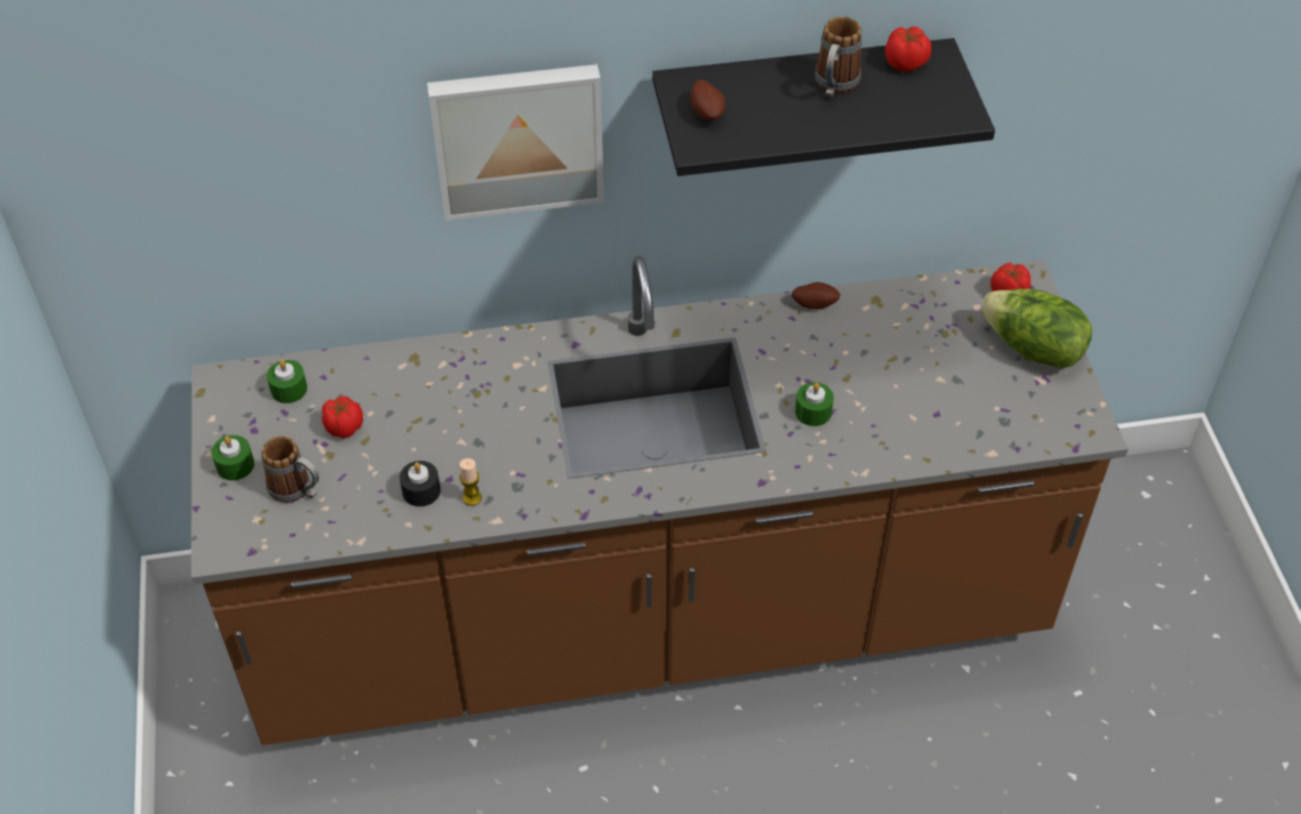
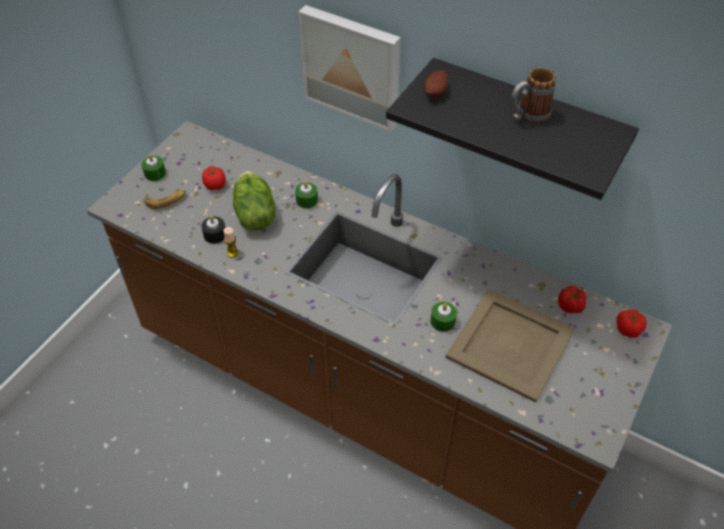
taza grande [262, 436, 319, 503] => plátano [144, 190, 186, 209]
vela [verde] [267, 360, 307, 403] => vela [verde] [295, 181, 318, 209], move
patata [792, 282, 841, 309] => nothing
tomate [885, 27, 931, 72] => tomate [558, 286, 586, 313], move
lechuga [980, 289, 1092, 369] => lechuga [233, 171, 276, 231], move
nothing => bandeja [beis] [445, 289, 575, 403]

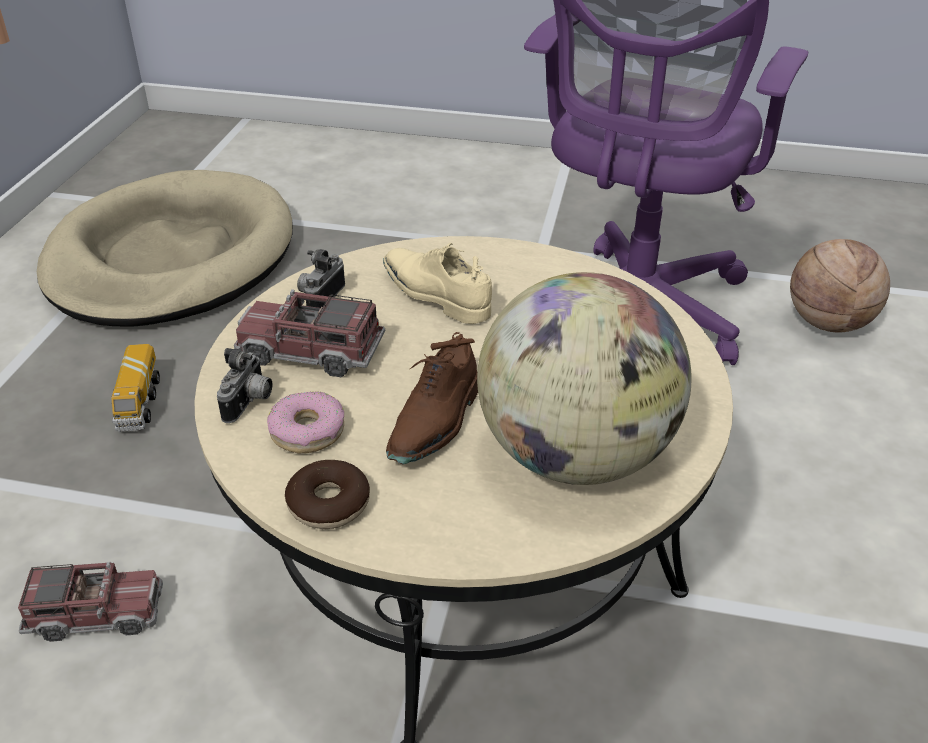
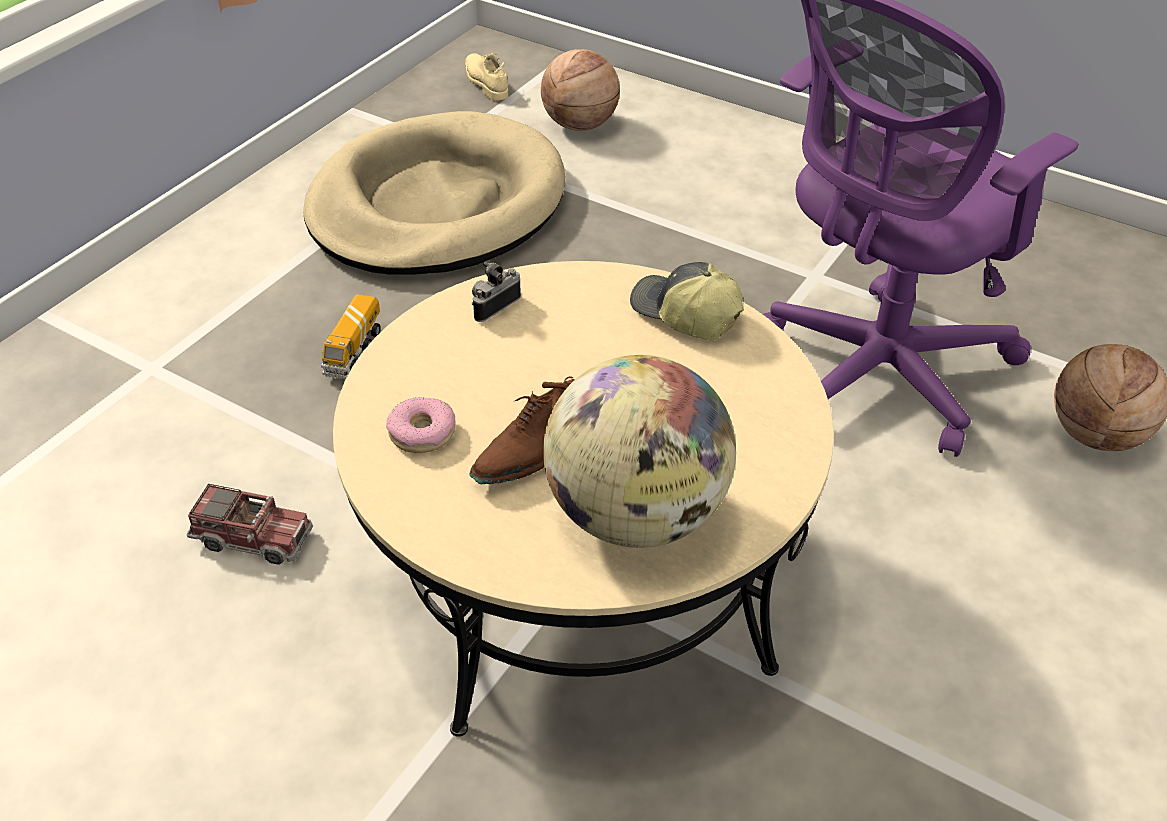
cámara [217, 348, 272, 423] => nothing
camión de juguete [234, 289, 385, 378] => nothing
rosquilla [285, 460, 370, 529] => nothing
zapato [beis] [383, 243, 492, 324] => zapato [beis] [465, 53, 508, 101], move
nothing => balón de baloncesto [541, 49, 620, 131]
nothing => gorra [630, 262, 744, 340]

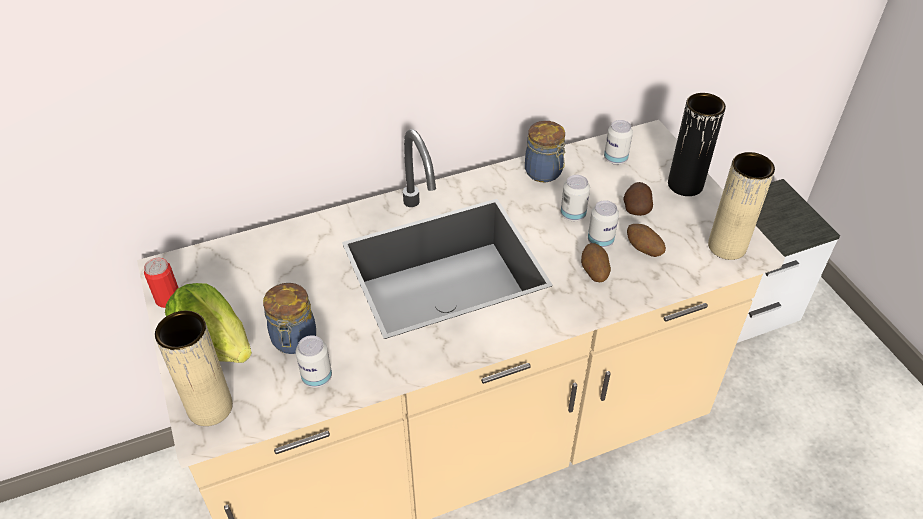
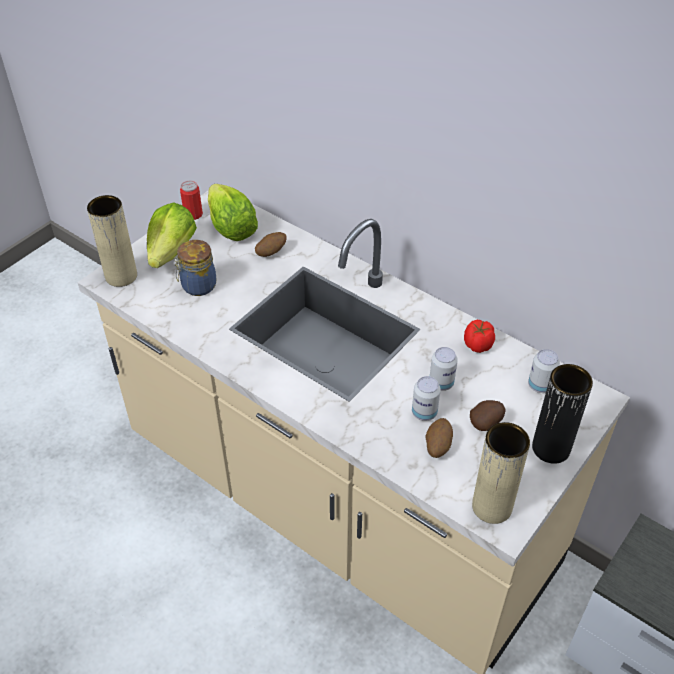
lata [296, 335, 332, 388] => nothing
tarro [525, 121, 566, 182] => tomate [464, 320, 495, 353]
patata [581, 243, 611, 282] => patata [255, 232, 286, 257], move
nothing => lechuga [208, 184, 258, 241]

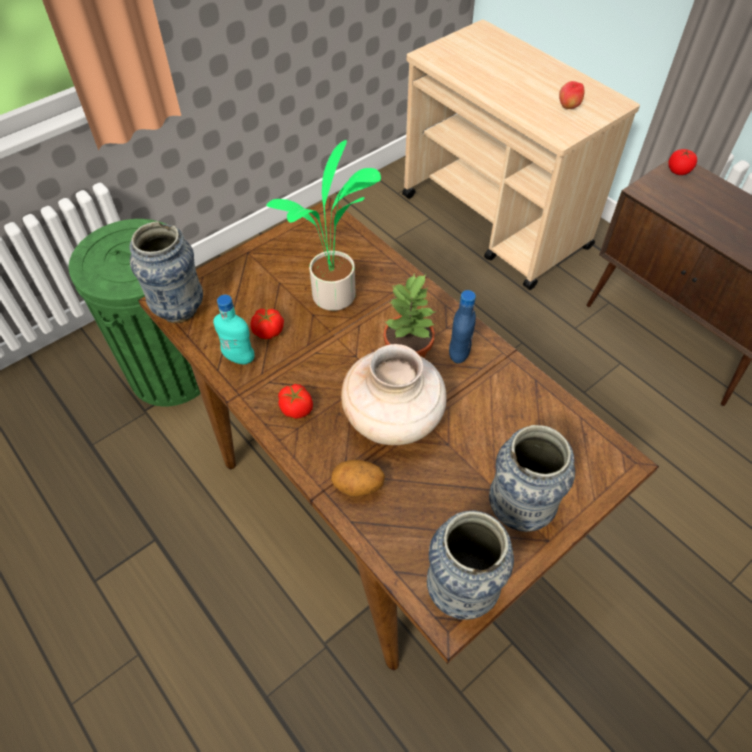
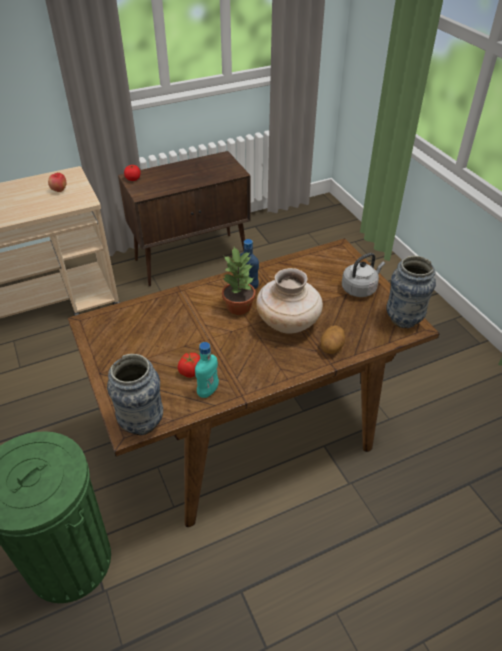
planta en maceta [266, 140, 381, 311] => nothing
tomate [278, 384, 313, 419] => nothing
florero [489, 425, 575, 532] => hervidor [gris] [342, 253, 385, 297]

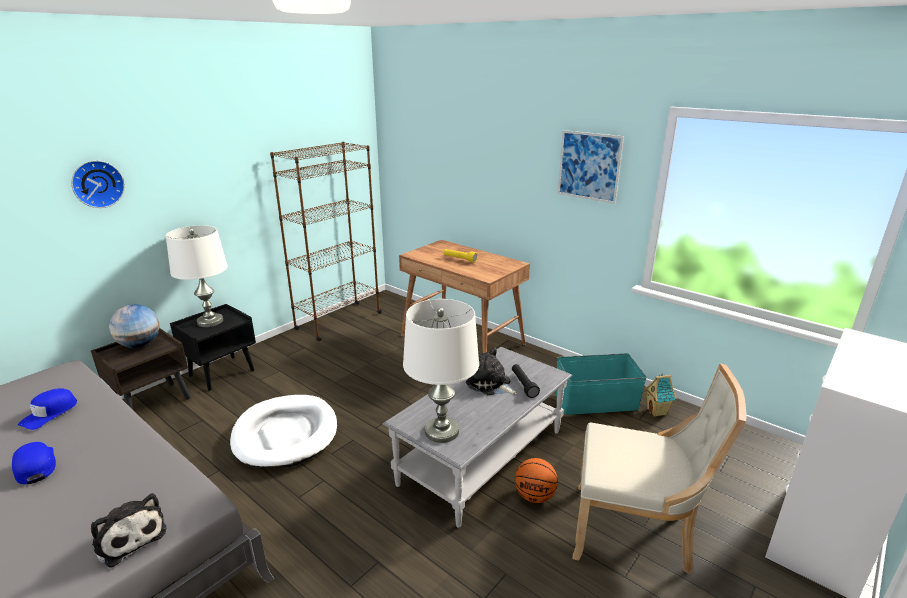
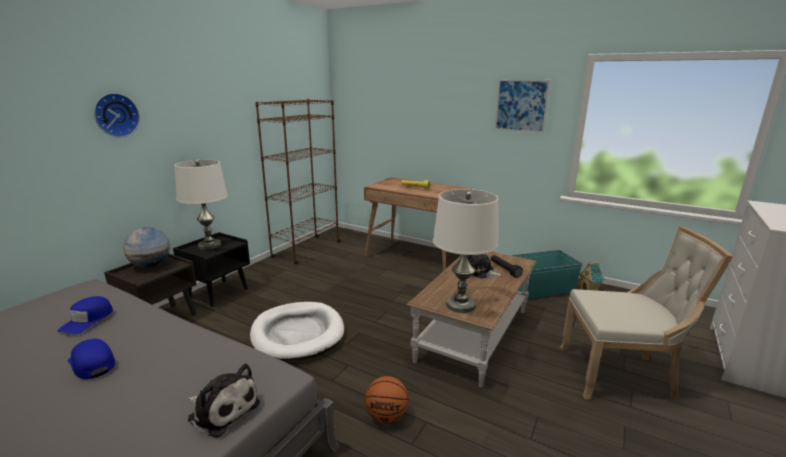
mesa de centro [gris] [382, 347, 573, 528] => mesa de centro [marrón] [406, 252, 536, 388]
balón de baloncesto [515, 458, 558, 503] => balón de baloncesto [365, 376, 409, 423], move

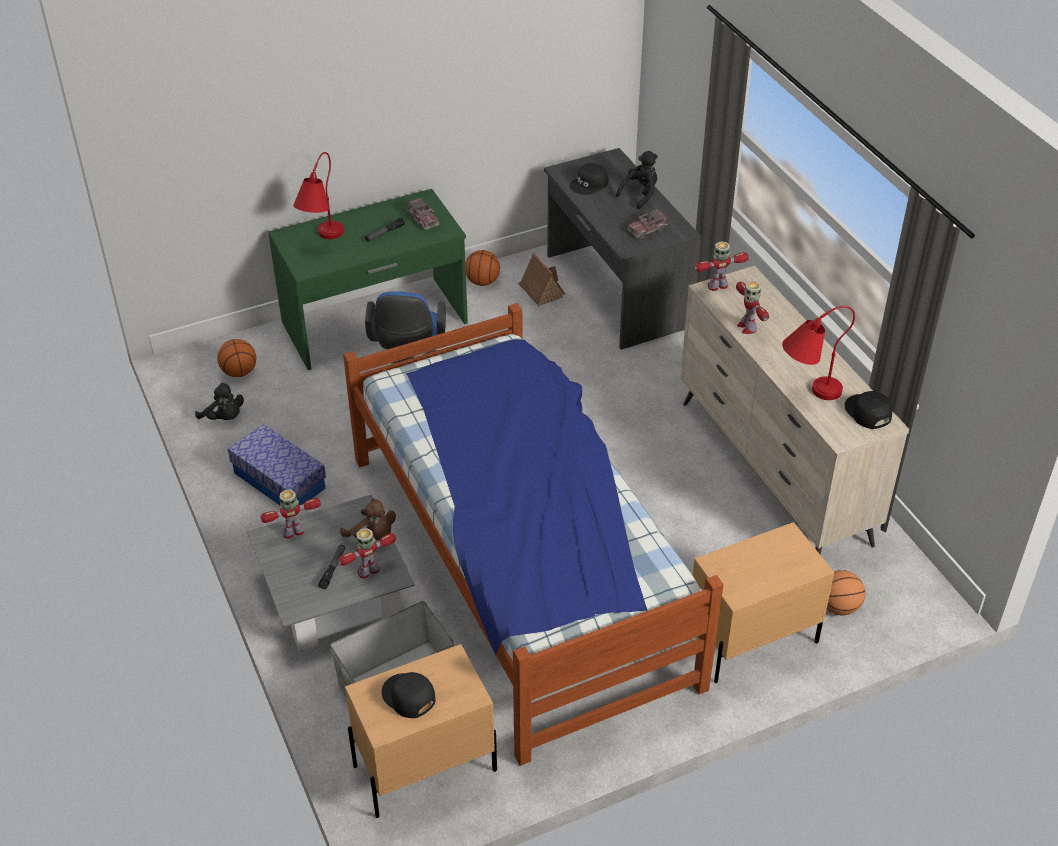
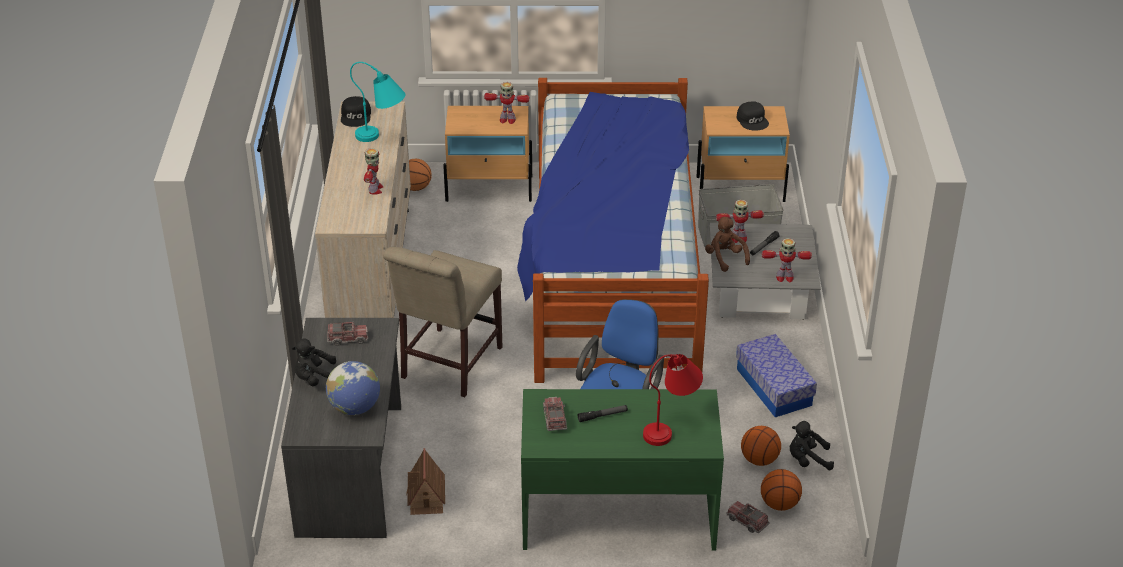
peluche [negro] [195, 382, 244, 420] => peluche [negro] [790, 421, 834, 470], 60 degrees counterclockwise
balón de baloncesto [465, 250, 500, 286] => balón de baloncesto [741, 426, 781, 466], move
gorra [negro] [569, 163, 608, 195] => globo terráqueo [326, 361, 380, 415]
robot de juguete [695, 242, 749, 291] => robot de juguete [484, 82, 530, 124], move
lámpara de mesa [rojo] [782, 306, 855, 400] => lámpara de mesa [turquesa] [350, 62, 406, 142]
nothing => silla [beis] [383, 247, 502, 397]
nothing => camión de juguete [726, 501, 770, 533]

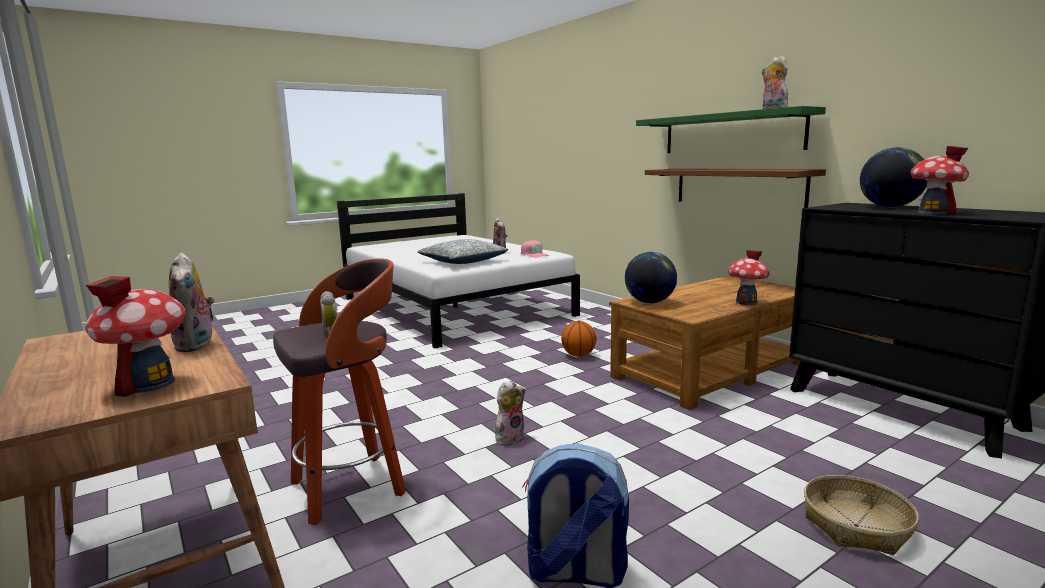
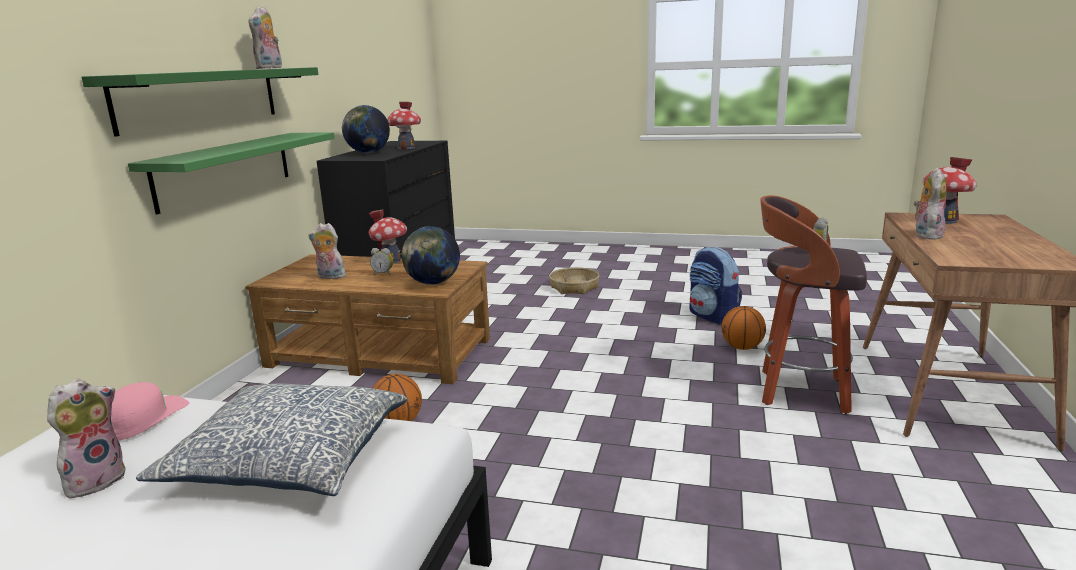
peluche [495, 380, 526, 446] => peluche [308, 223, 346, 279], move
estante [marrón] [645, 169, 826, 208] => estante [verde] [128, 132, 335, 214]
nothing => despertador [370, 248, 393, 275]
nothing => balón de baloncesto [721, 306, 766, 350]

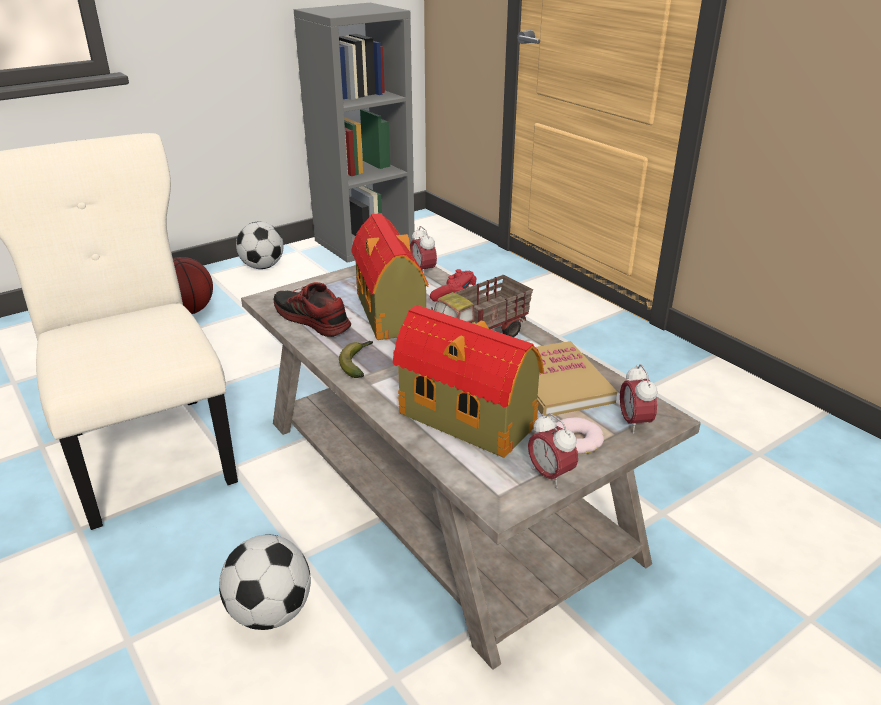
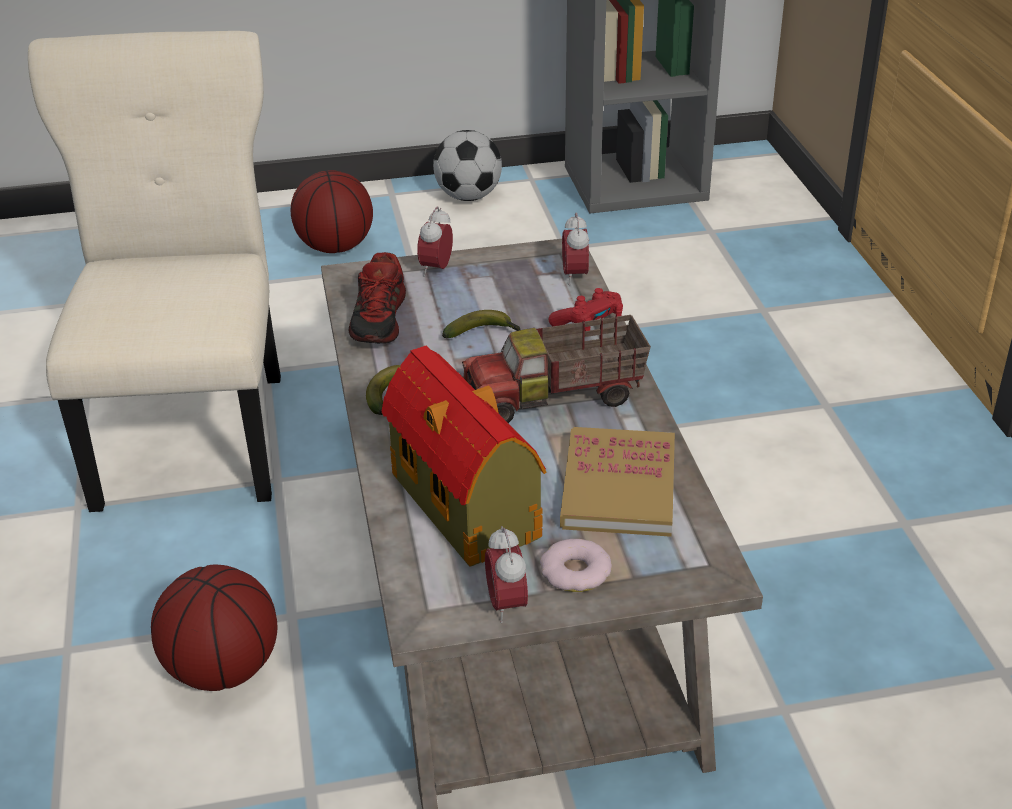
balón de fútbol [219, 535, 311, 630] => balón de baloncesto [151, 565, 277, 691]
zapato [274, 282, 351, 337] => zapato [348, 252, 406, 343], 150 degrees counterclockwise
casita [351, 213, 429, 340] => plátano [442, 310, 521, 338]
despertador [620, 364, 658, 434] => despertador [417, 206, 453, 277], move

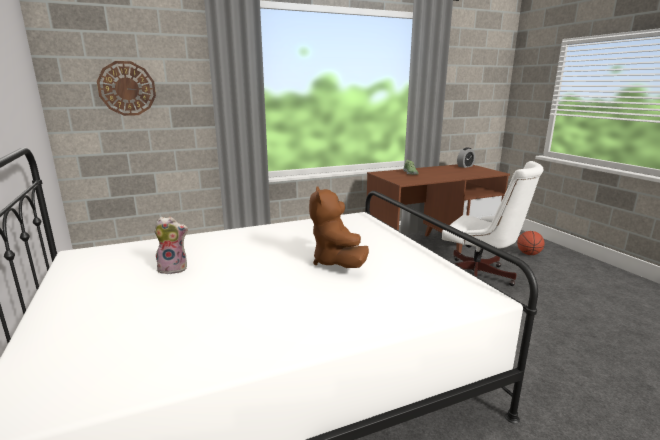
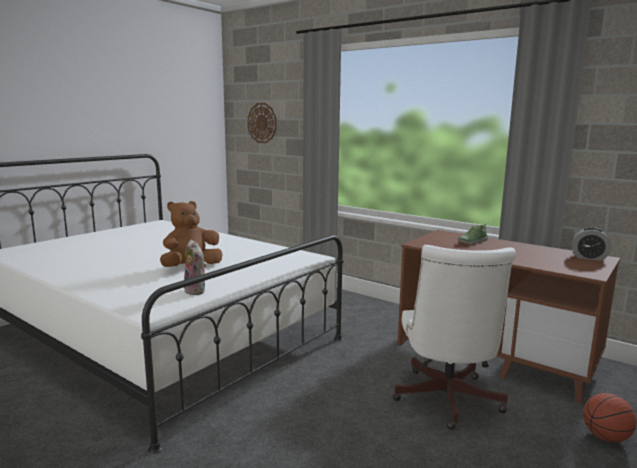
peluche [154, 217, 188, 274] => peluche [184, 240, 207, 295], move

